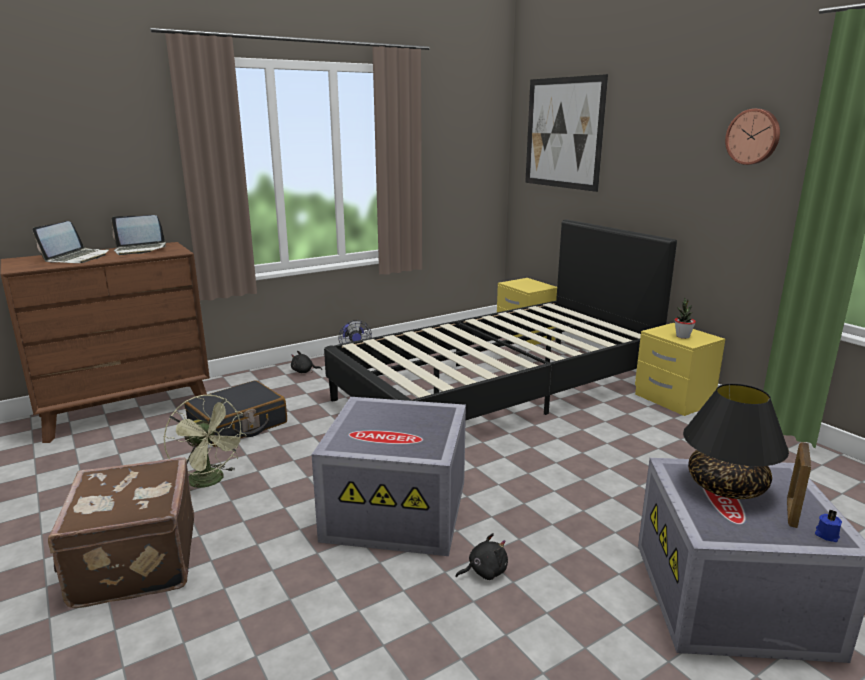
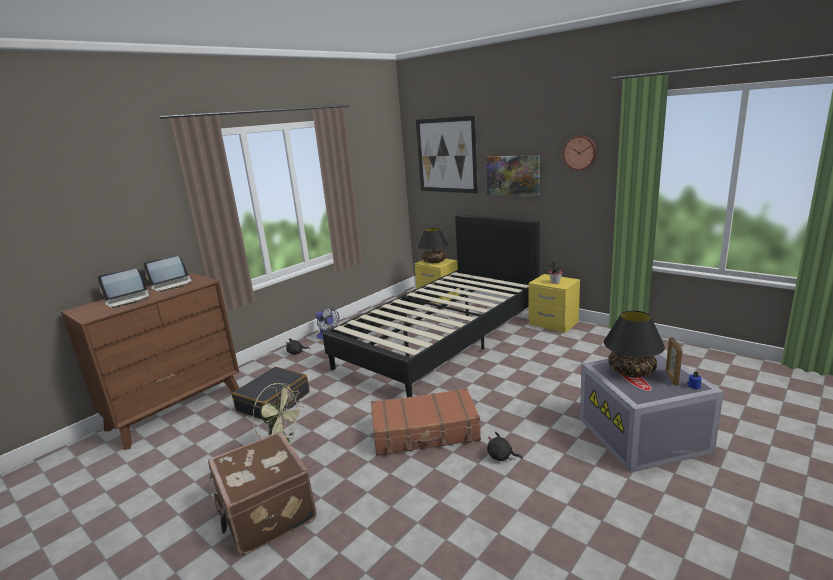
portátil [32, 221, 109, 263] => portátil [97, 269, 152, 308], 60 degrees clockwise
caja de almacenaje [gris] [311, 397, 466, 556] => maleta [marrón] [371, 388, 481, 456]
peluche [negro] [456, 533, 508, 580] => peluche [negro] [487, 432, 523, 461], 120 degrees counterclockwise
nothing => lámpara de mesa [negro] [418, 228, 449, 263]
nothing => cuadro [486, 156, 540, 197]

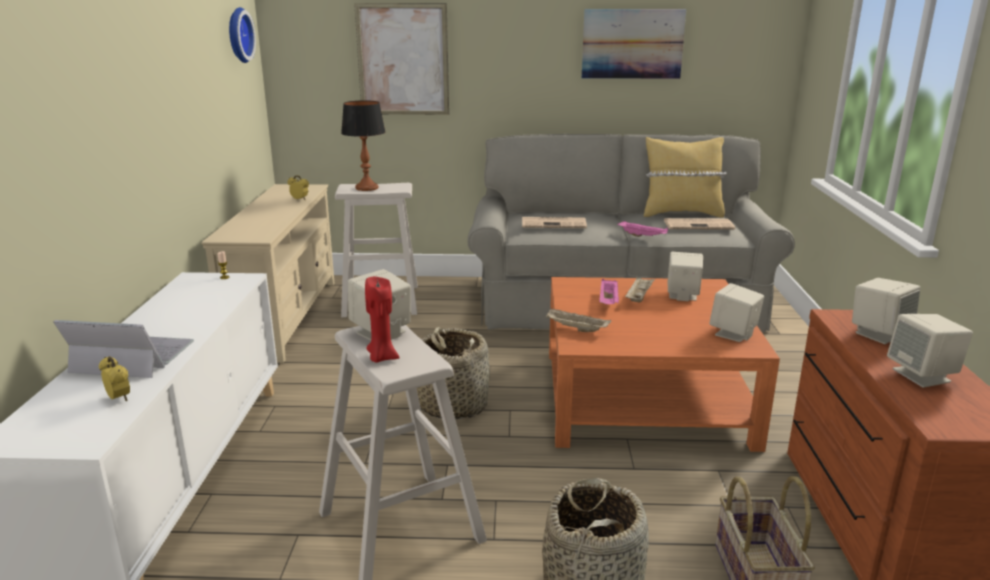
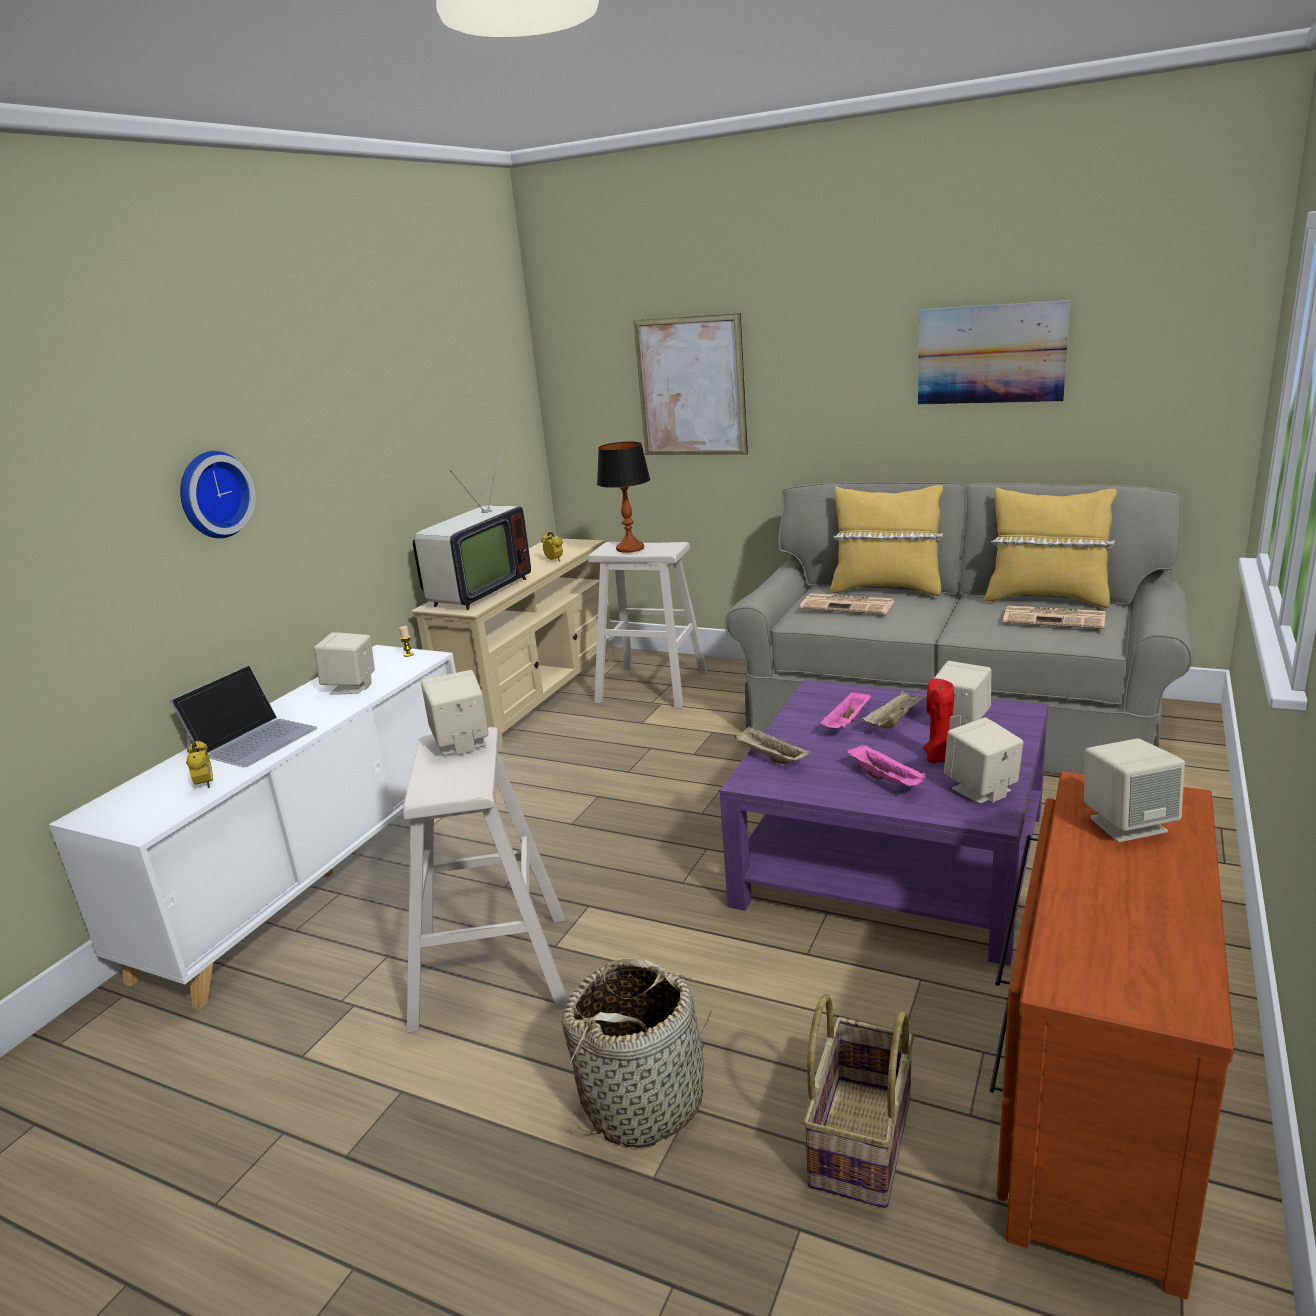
portátil [53, 320, 194, 378] => portátil [170, 665, 317, 767], 90 degrees clockwise
reloj de pared [229, 7, 256, 63] => reloj de pared [180, 451, 255, 538], move
vela [rojo] [365, 277, 400, 362] => vela [rojo] [923, 679, 954, 763], move
cesta [417, 327, 489, 420] => nothing
mesa de centro [naranja] [549, 277, 780, 452] => mesa de centro [morado] [720, 680, 1048, 966]
bandeja [rosa] [618, 221, 668, 237] => bandeja [rosa] [847, 744, 927, 786], move
altavoz [beis] [887, 314, 973, 388] => altavoz [beis] [314, 632, 375, 695], move
nothing => televisor [413, 450, 531, 610]
nothing => cojín [amarillo] [830, 485, 943, 596]

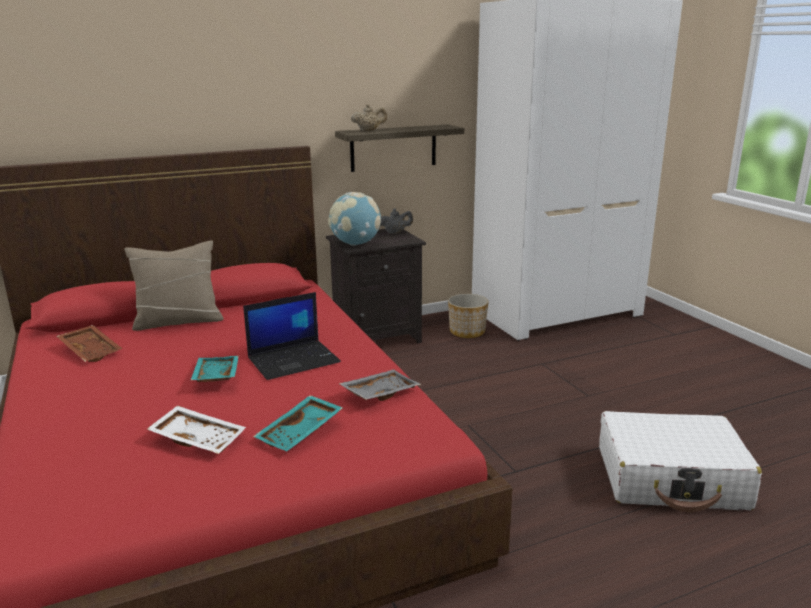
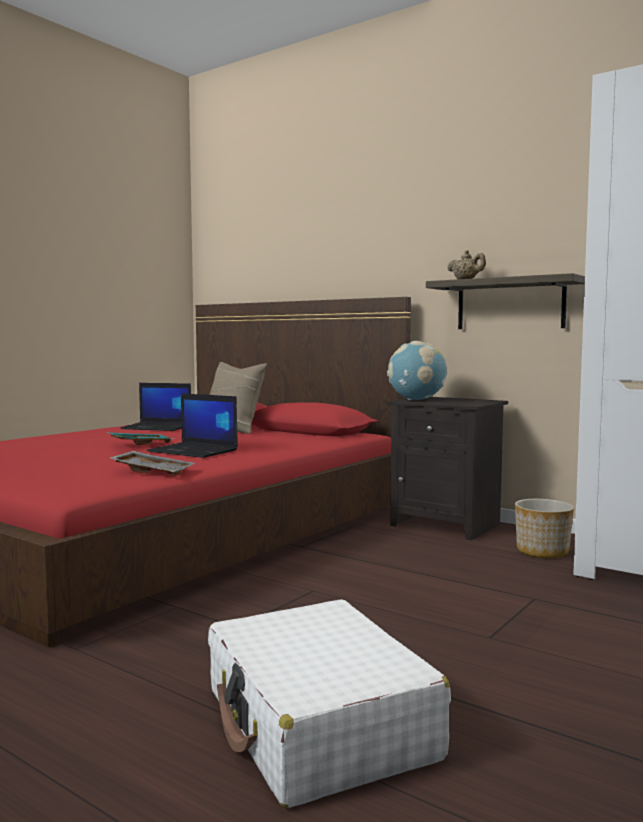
bandeja [marrón] [57, 325, 123, 362] => portátil [120, 383, 191, 431]
bandeja [blanco] [147, 406, 246, 454] => nothing
bandeja [turquesa] [253, 395, 343, 451] => nothing
tetera [gris] [380, 208, 413, 234] => nothing

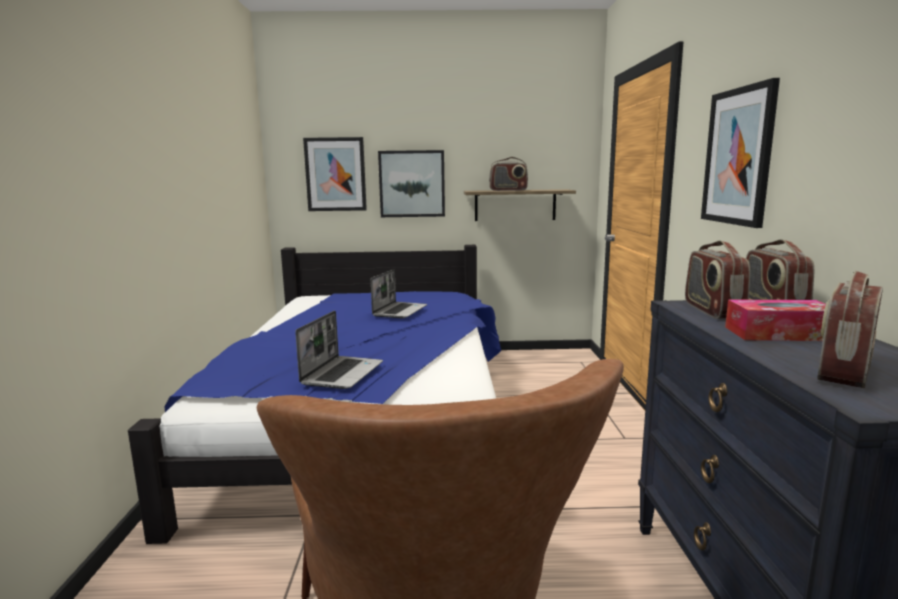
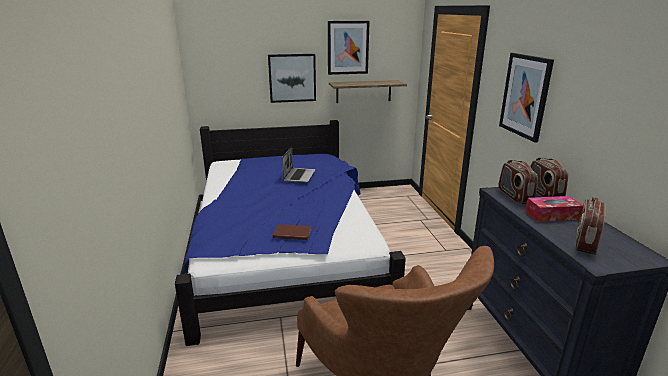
portátil [295, 310, 383, 389] => libro [marrón] [273, 224, 312, 240]
cuadro [303, 137, 367, 211] => cuadro [328, 21, 370, 75], move
radio [489, 157, 528, 191] => nothing

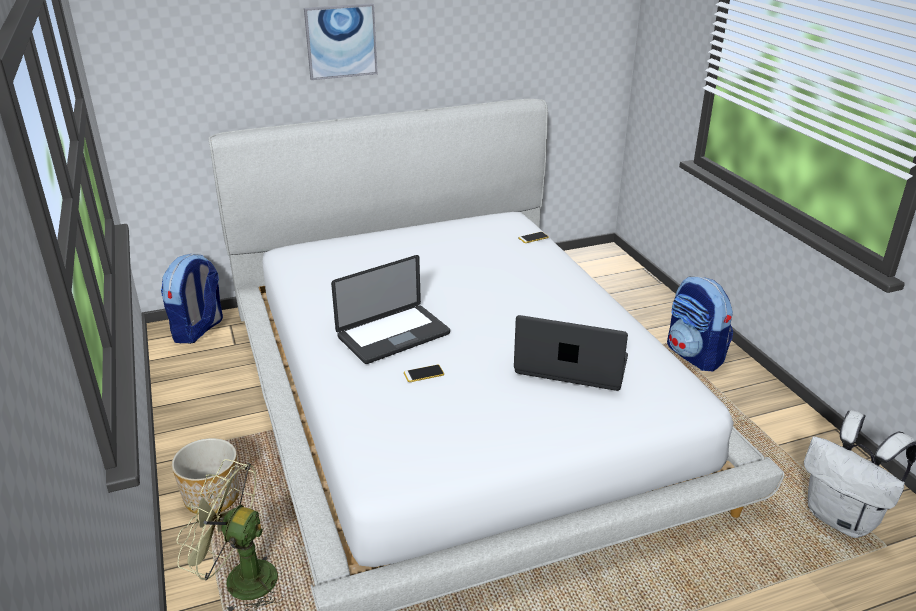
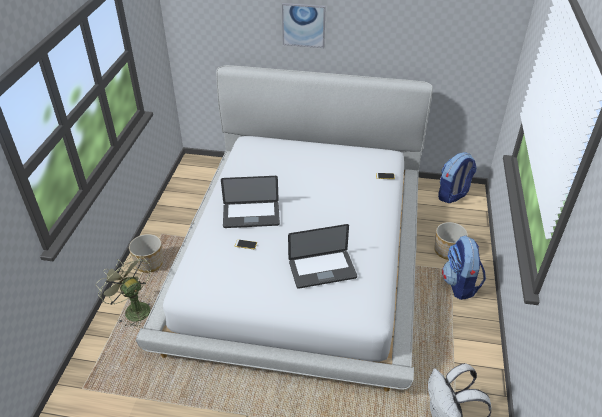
mochila [161, 254, 223, 344] => mochila [438, 152, 477, 203], move
portátil [514, 315, 628, 391] => portátil [288, 224, 357, 289], 120 degrees clockwise
nothing => maceta [434, 222, 468, 260]

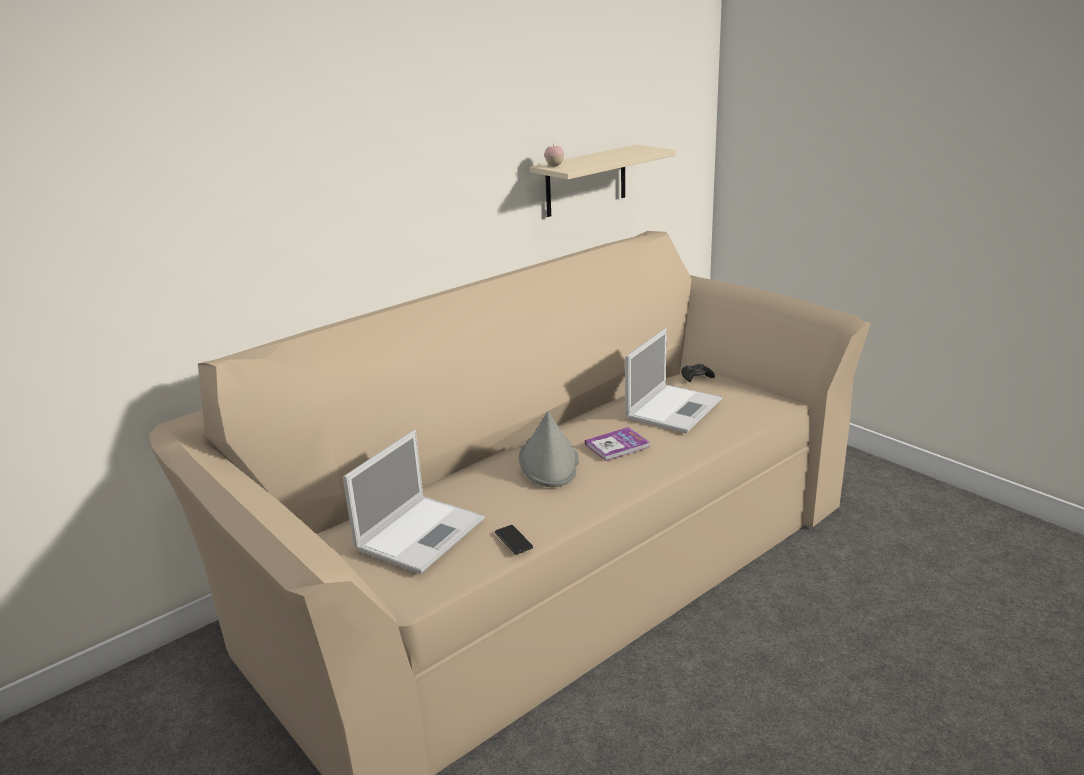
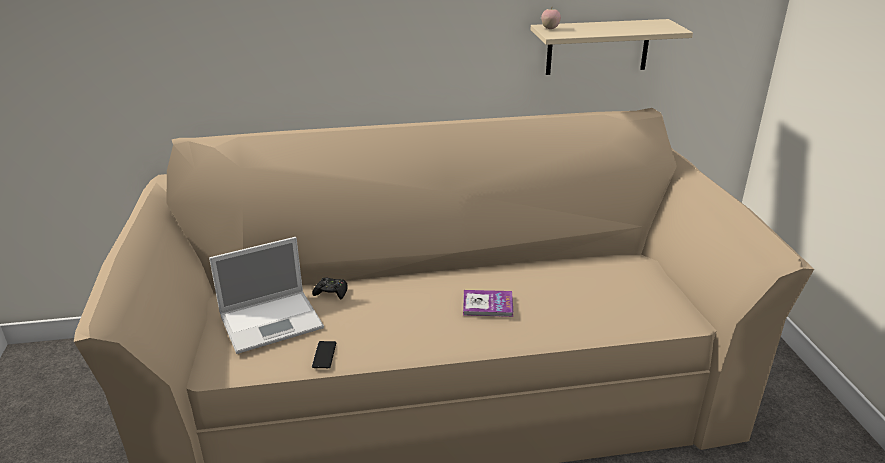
sombrero [gris] [519, 411, 579, 487] => nothing
portátil [625, 328, 722, 433] => nothing
mando de consola [negro] [681, 364, 715, 382] => mando de consola [negro] [312, 277, 348, 299], move

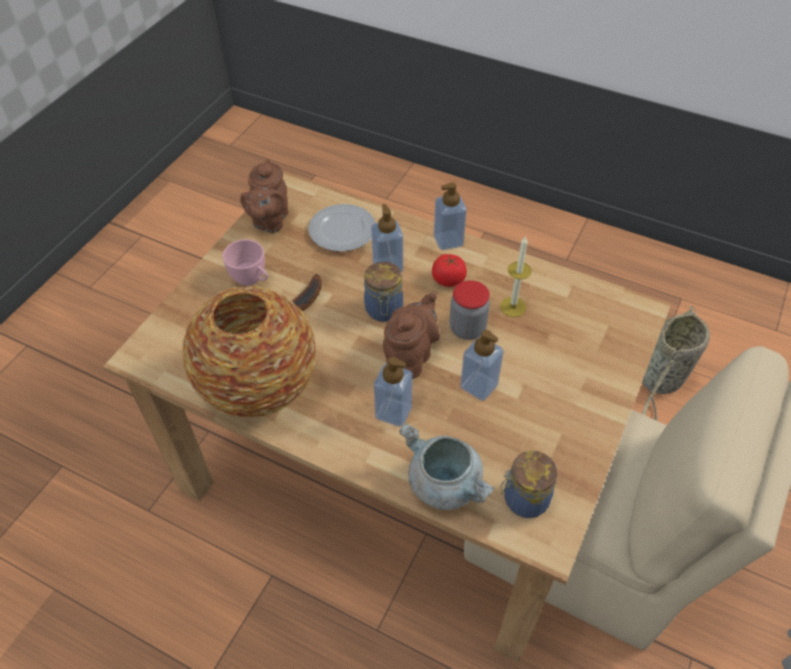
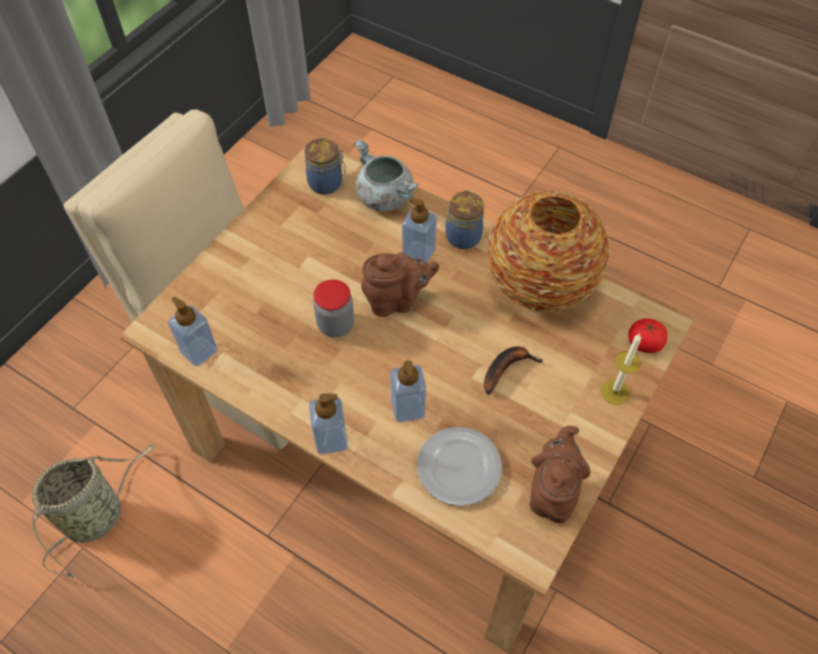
taza [rosa] [223, 239, 268, 286] => nothing
tarro [364, 262, 403, 322] => tarro [445, 190, 484, 249], move
tetera [marrón] [383, 292, 440, 379] => tetera [marrón] [361, 252, 439, 317], 135 degrees counterclockwise
tomate [432, 254, 467, 287] => tomate [628, 318, 667, 353], move
dispensador de jabón [460, 330, 504, 401] => dispensador de jabón [168, 297, 218, 367], move
vela [500, 236, 531, 317] => vela [601, 334, 641, 405], move

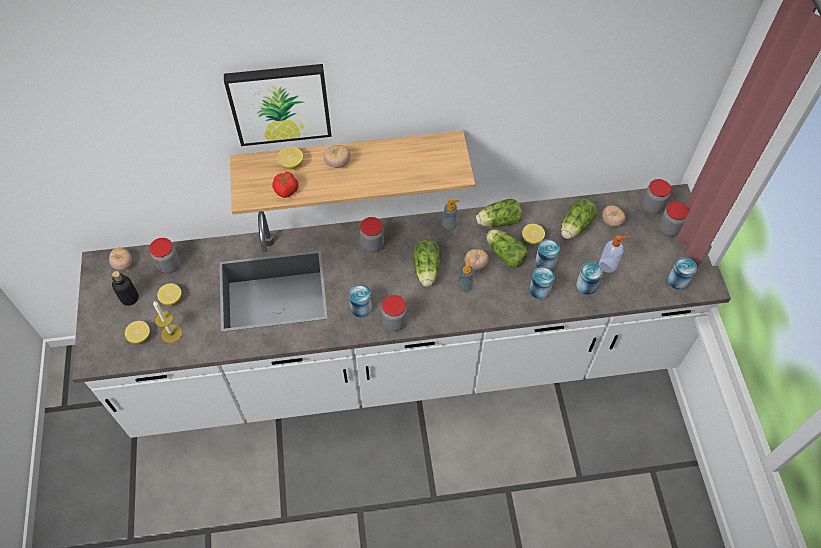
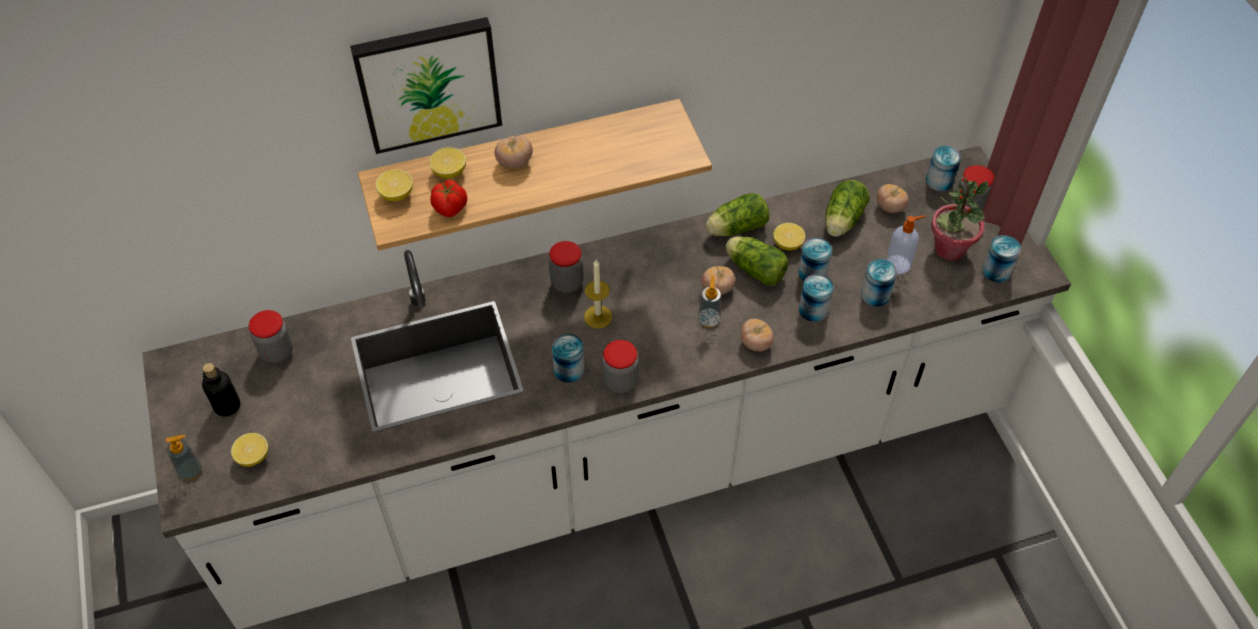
tomate [109, 248, 132, 271] => tomate [740, 319, 774, 352], move
vela [153, 301, 182, 343] => vela [584, 260, 612, 329], move
limón [157, 283, 181, 306] => limón [375, 169, 413, 201], move
lechuga [413, 240, 440, 287] => nothing
dispensador de jabón [442, 200, 459, 230] => dispensador de jabón [166, 435, 202, 480], move
tarro [642, 179, 671, 214] => lata [926, 146, 961, 192]
nothing => planta en maceta [931, 177, 988, 261]

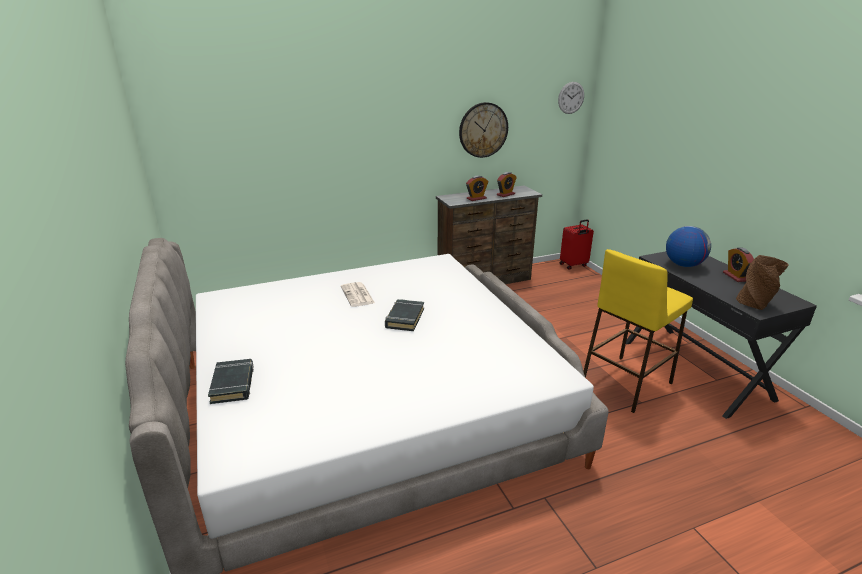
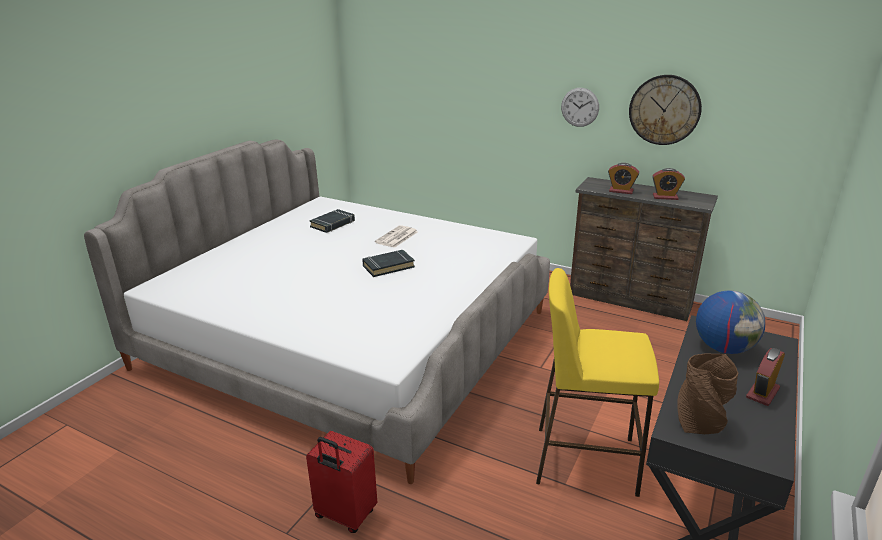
libro [negro] [208, 359, 254, 404] => libro [negro] [309, 209, 355, 233], move
reloj de pared [558, 82, 584, 114] => reloj de pared [561, 88, 599, 127], move
maleta [rojo] [560, 219, 594, 270] => maleta [rojo] [306, 431, 377, 533], move

